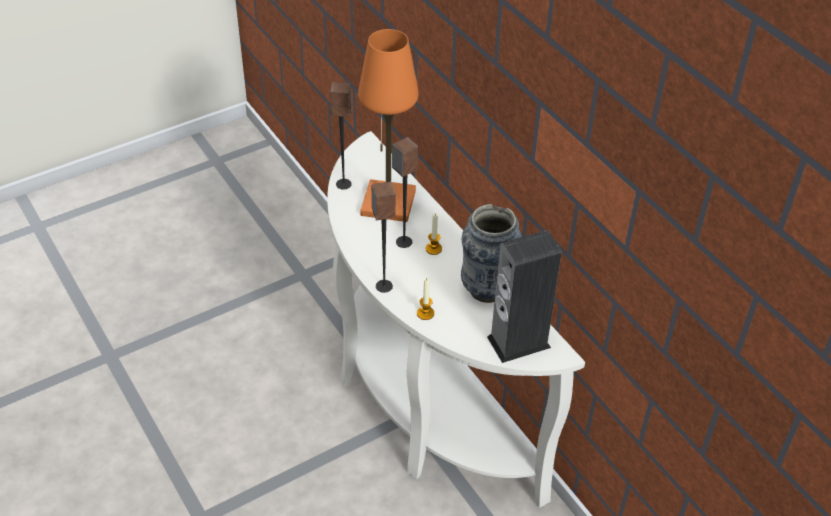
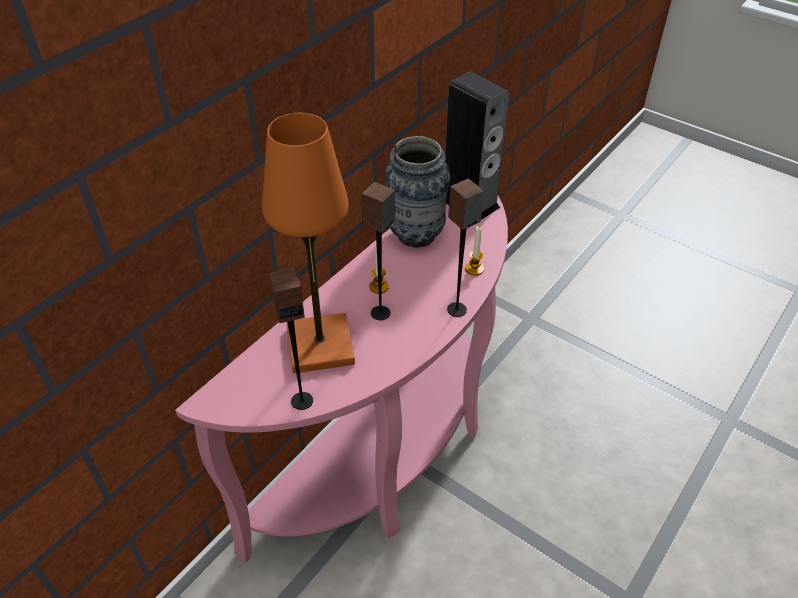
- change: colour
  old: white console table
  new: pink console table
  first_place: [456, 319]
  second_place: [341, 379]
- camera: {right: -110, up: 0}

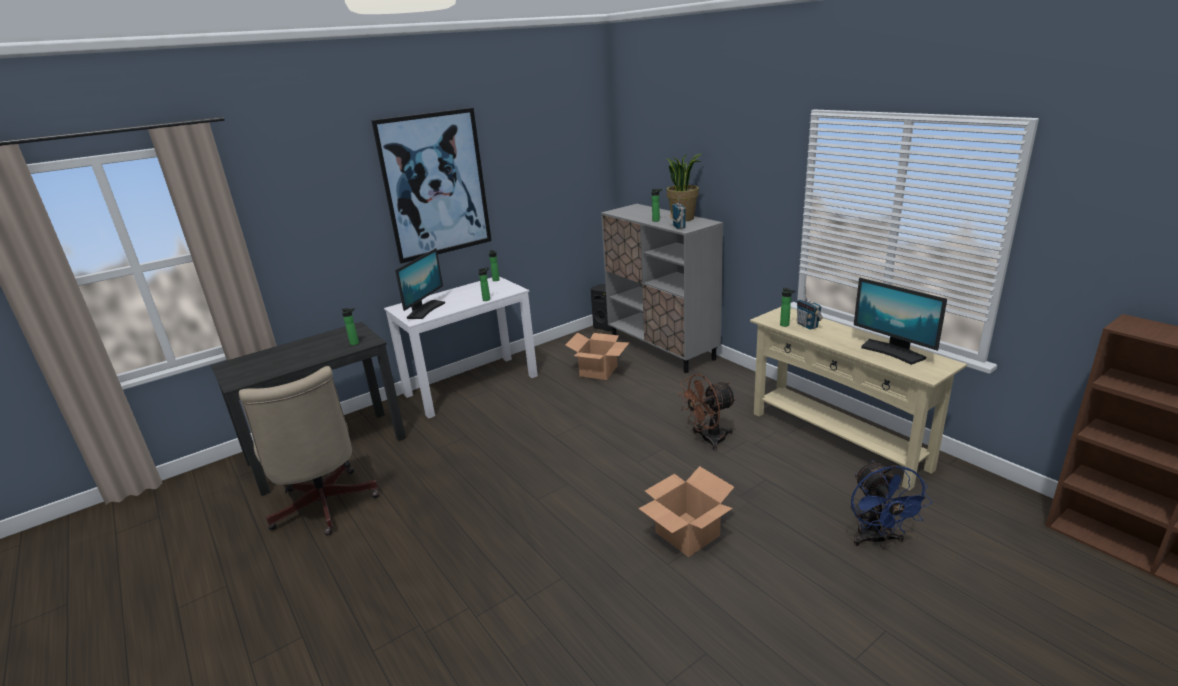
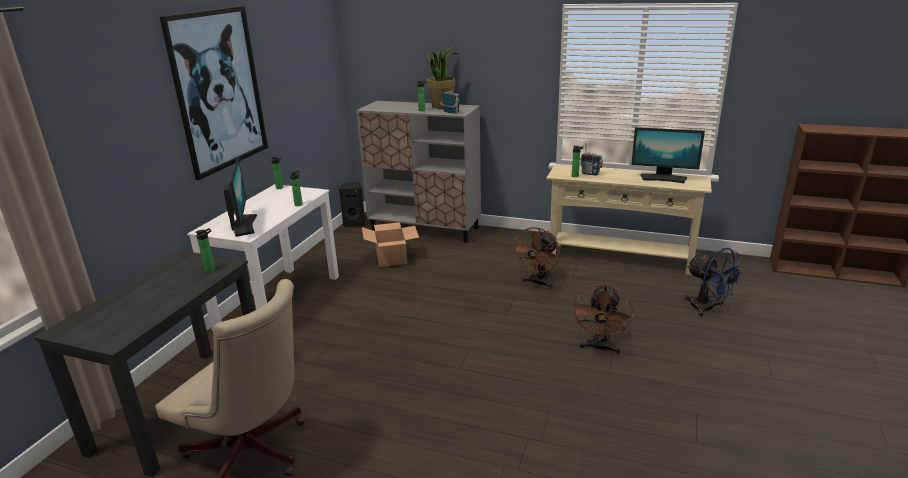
- change: exchanged
  old: cardboard box
  new: brown fan
  first_place: [686, 511]
  second_place: [602, 319]
- camera: {right: -35, up: 0}

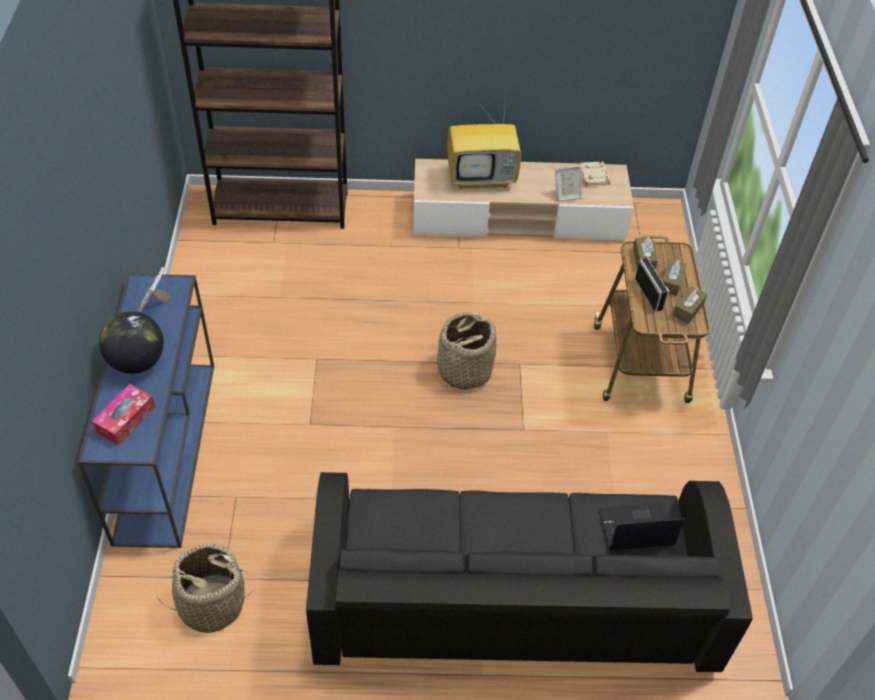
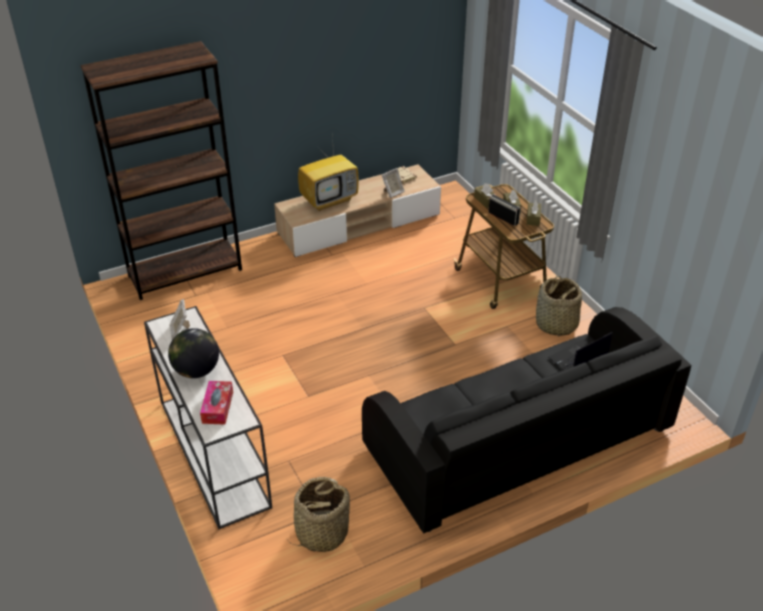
- change: colour
  old: blue console table
  new: white console table
  first_place: [146, 411]
  second_place: [208, 417]
- change: relocated
  old: basket
  first_place: [467, 351]
  second_place: [559, 306]
- camera: {right: -25, up: -10}

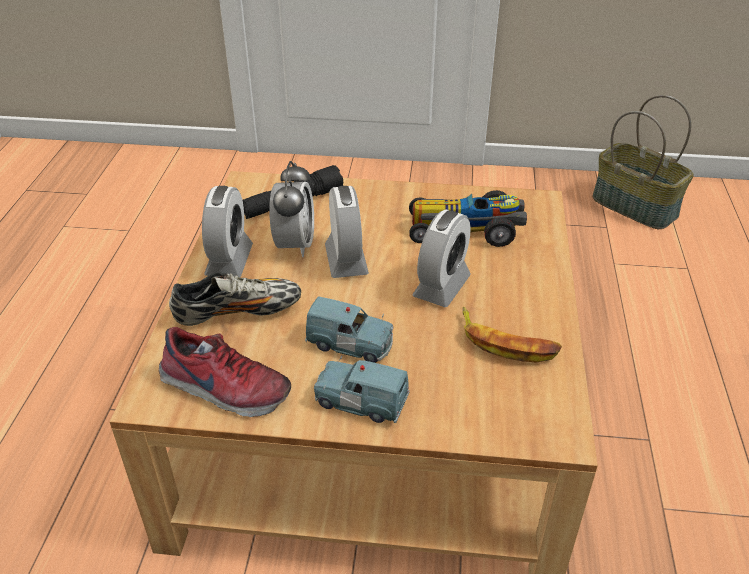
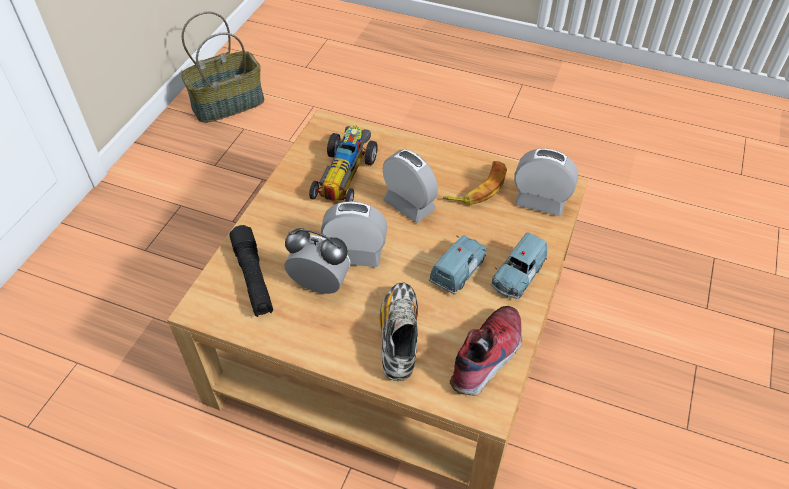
- change: relocated
  old: alarm clock
  first_place: [227, 231]
  second_place: [546, 182]
- camera: {right: -75, up: 10}

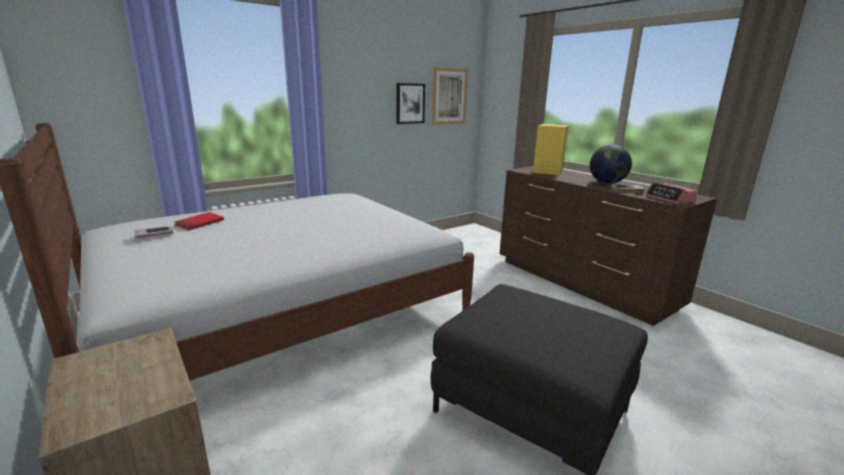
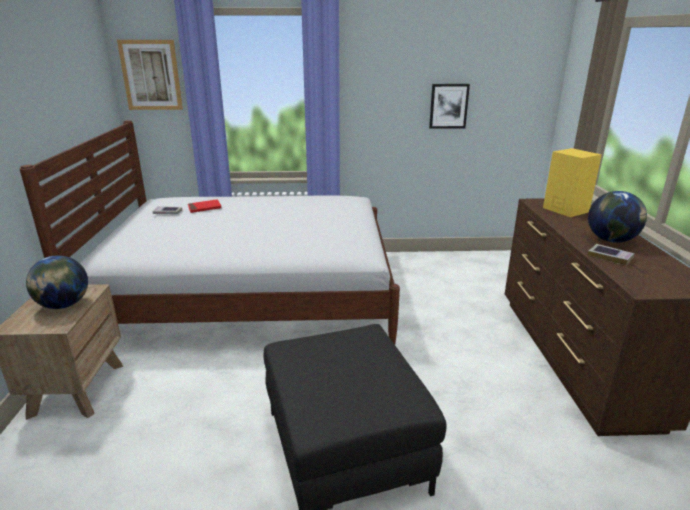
- change: relocated
  old: picture
  first_place: [450, 96]
  second_place: [150, 75]
- change: missing
  old: alarm clock
  first_place: [671, 193]
- change: appeared
  new: globe
  second_place: [57, 282]
- camera: {right: 35, up: 5}

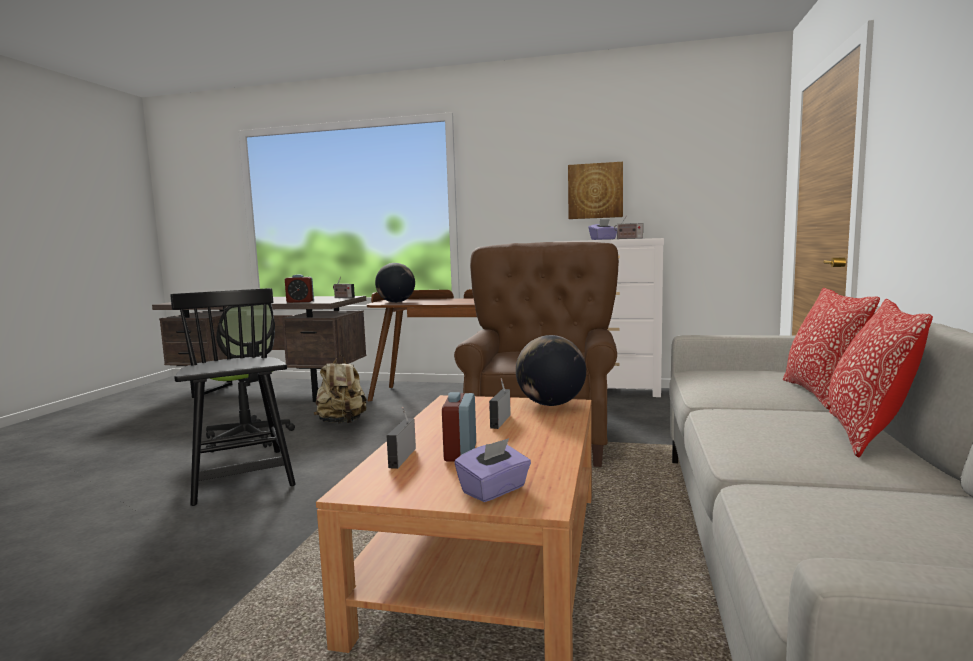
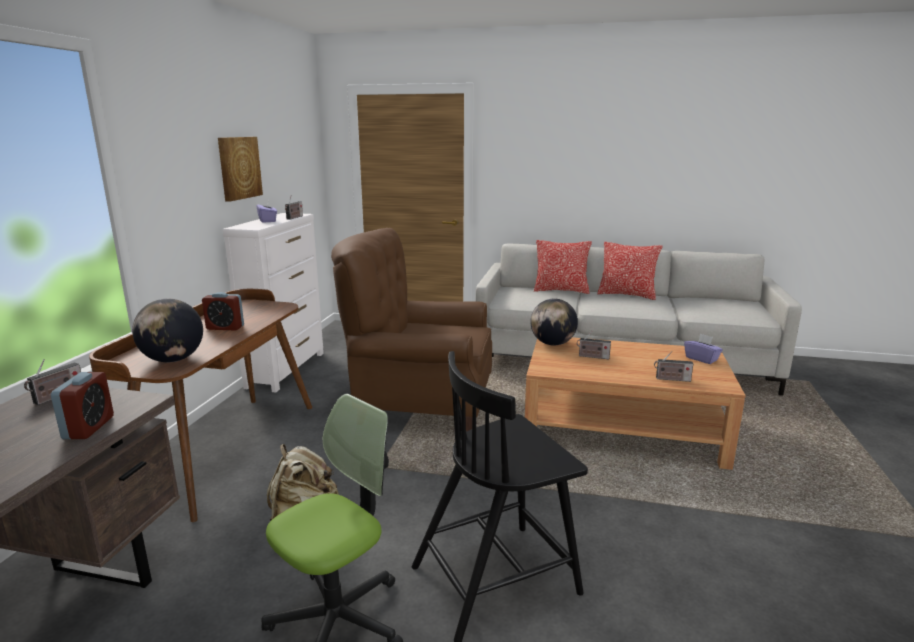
- change: relocated
  old: alarm clock
  first_place: [459, 427]
  second_place: [223, 311]
- camera: {right: -90, up: 10}

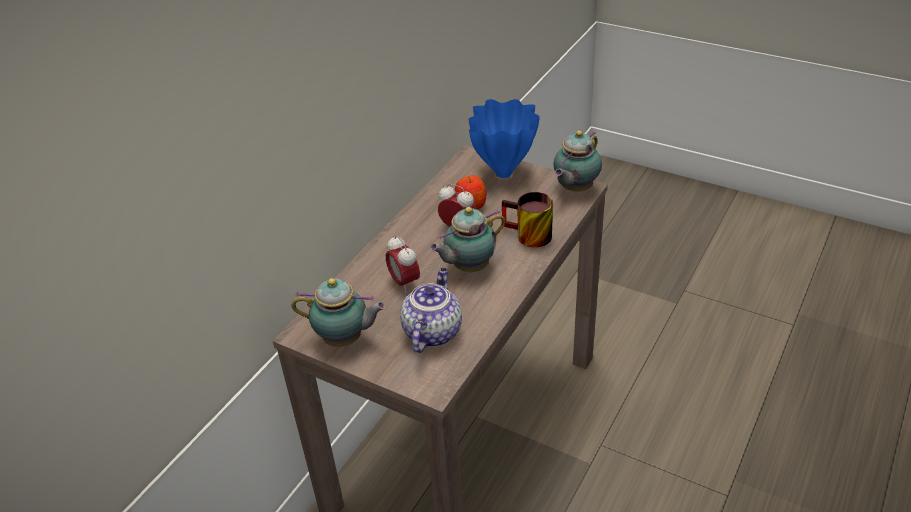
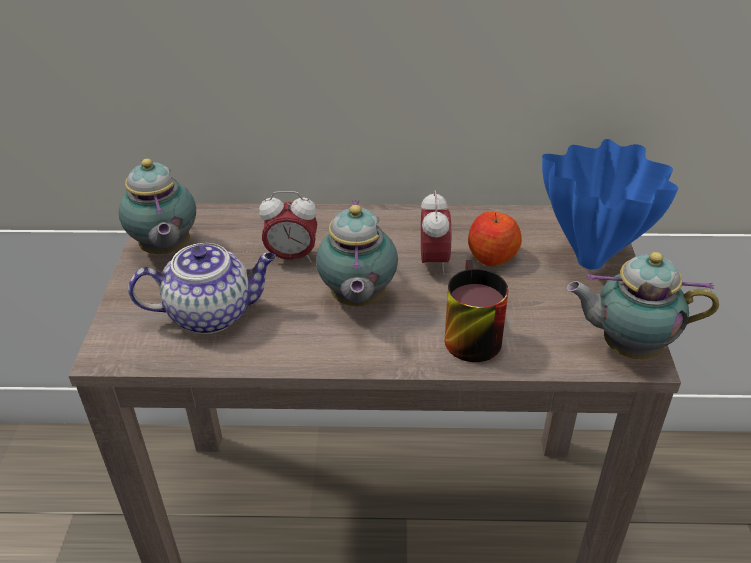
- change: spun
  old: teapot
  first_place: [467, 239]
  second_place: [357, 253]
  degrees: -120
- change: spun
  old: alarm clock
  first_place: [403, 264]
  second_place: [288, 227]
  degrees: -120
- camera: {right: 60, up: 0}

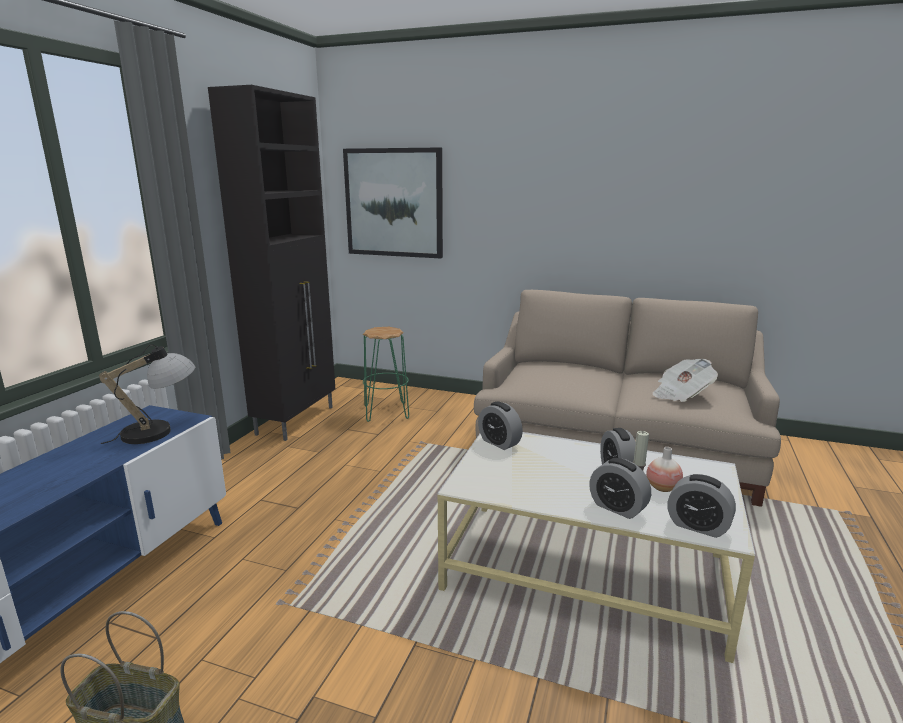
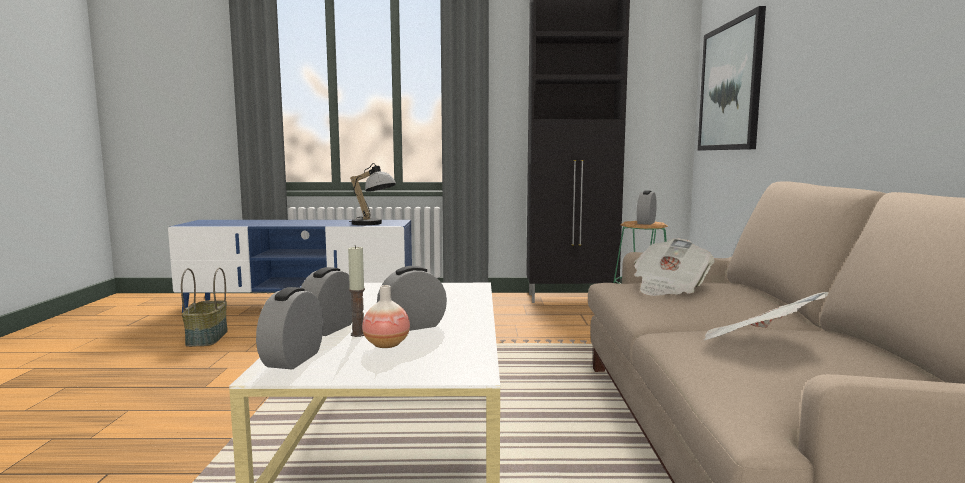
- change: relocated
  old: alarm clock
  first_place: [500, 426]
  second_place: [647, 207]
- change: appeared
  new: newspaper
  second_place: [674, 267]
- camera: {right: 70, up: -10}

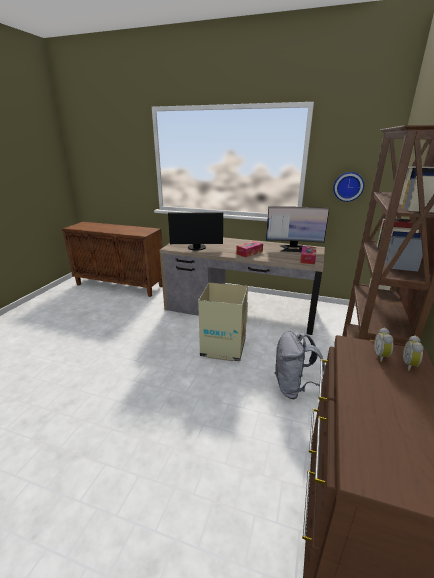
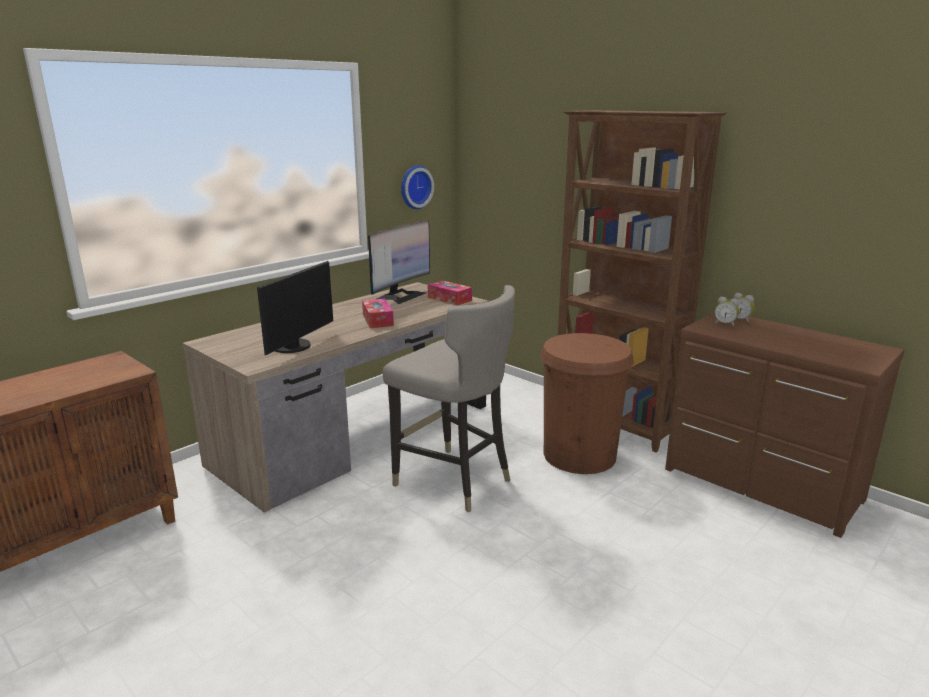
- change: exchanged
  old: cardboard box
  new: grey stool
  first_place: [223, 322]
  second_place: [449, 398]
- change: exchanged
  old: grey backpack
  new: brown trash can
  first_place: [300, 365]
  second_place: [587, 403]
- camera: {right: -65, up: -5}

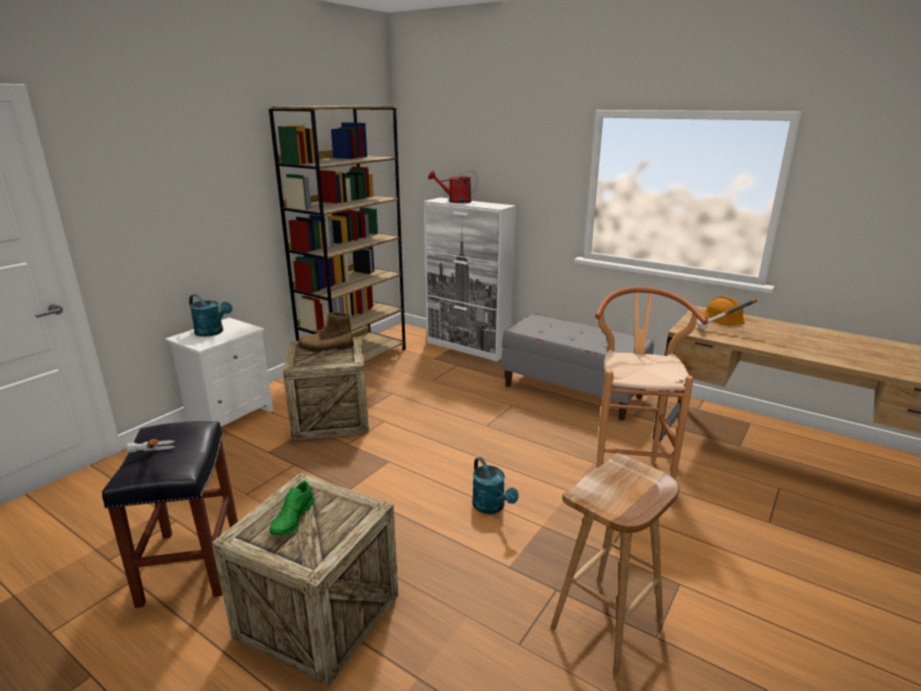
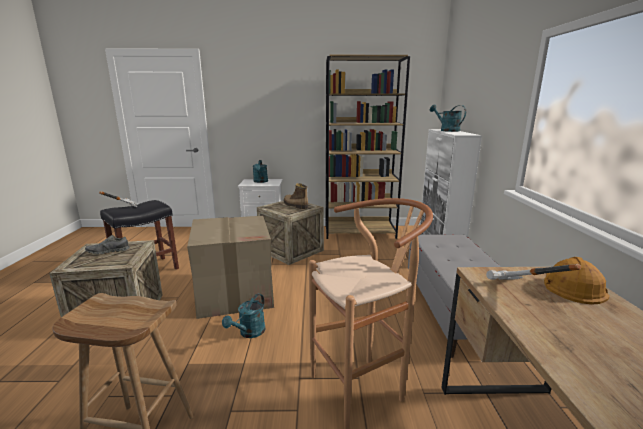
- change: colour
  old: red watering can
  new: turquoise watering can
  first_place: [452, 186]
  second_place: [448, 118]
- change: colour
  old: green shoe
  new: grey shoe
  first_place: [292, 508]
  second_place: [107, 244]
- change: appeared
  new: cardboard box
  second_place: [230, 267]
- camera: {right: 55, up: -5}

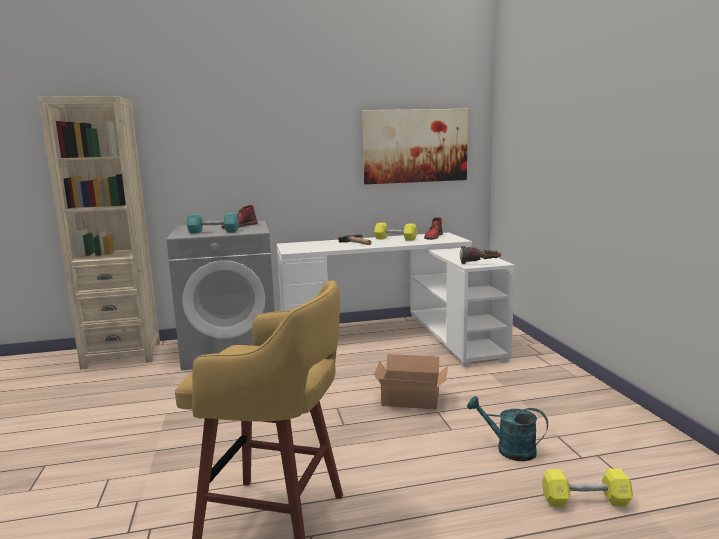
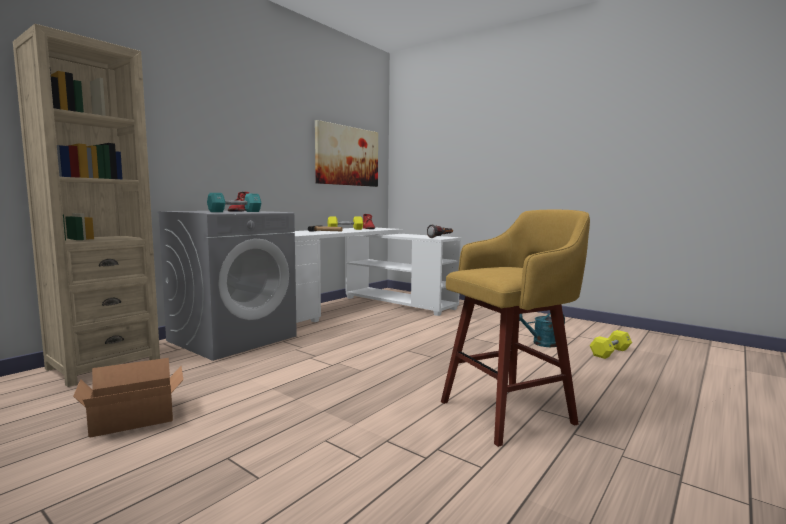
- change: relocated
  old: cardboard box
  first_place: [411, 382]
  second_place: [128, 398]
- camera: {right: -40, up: -5}

